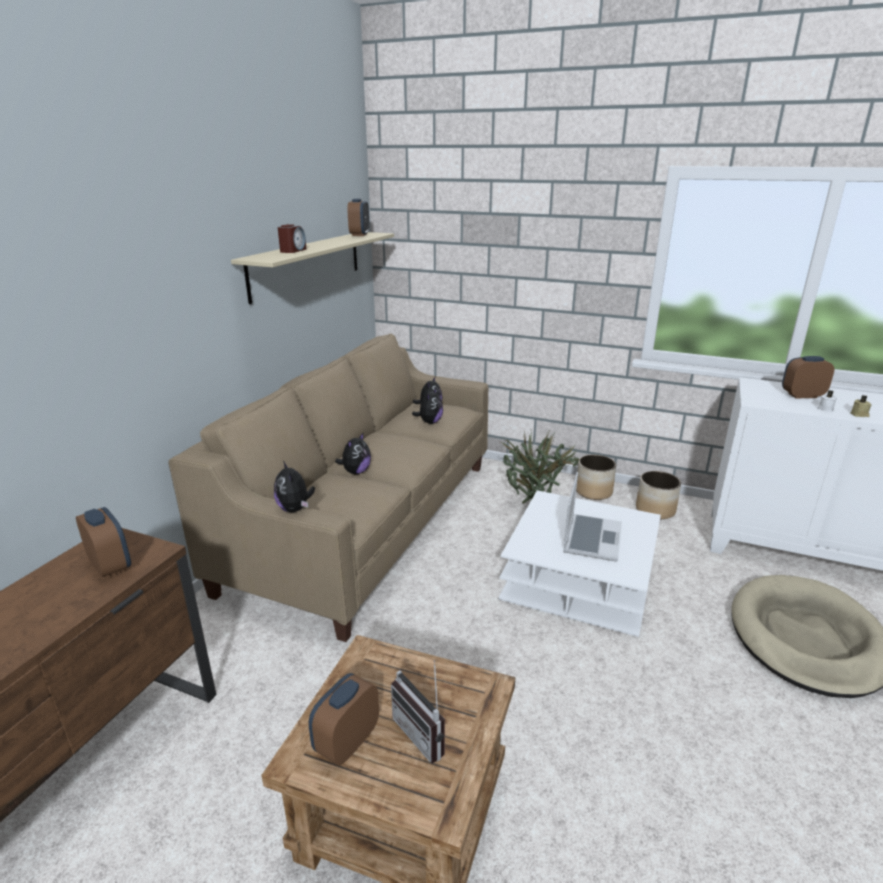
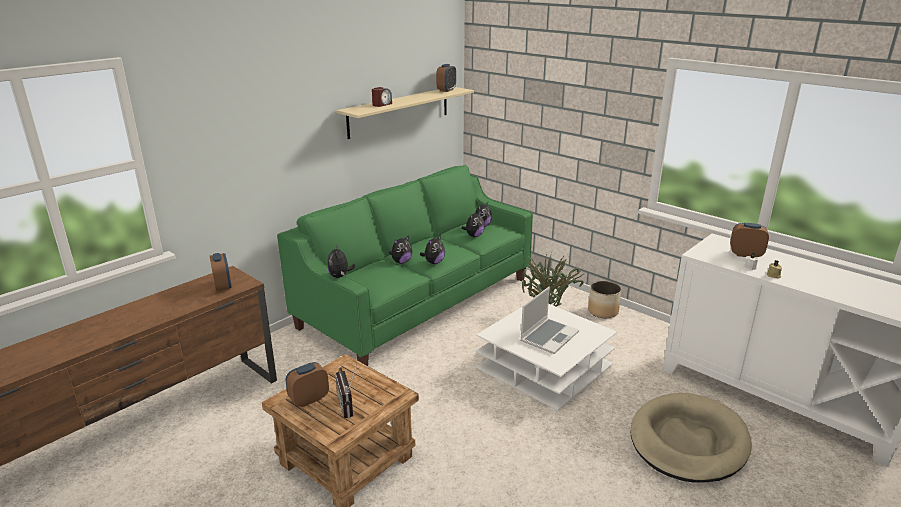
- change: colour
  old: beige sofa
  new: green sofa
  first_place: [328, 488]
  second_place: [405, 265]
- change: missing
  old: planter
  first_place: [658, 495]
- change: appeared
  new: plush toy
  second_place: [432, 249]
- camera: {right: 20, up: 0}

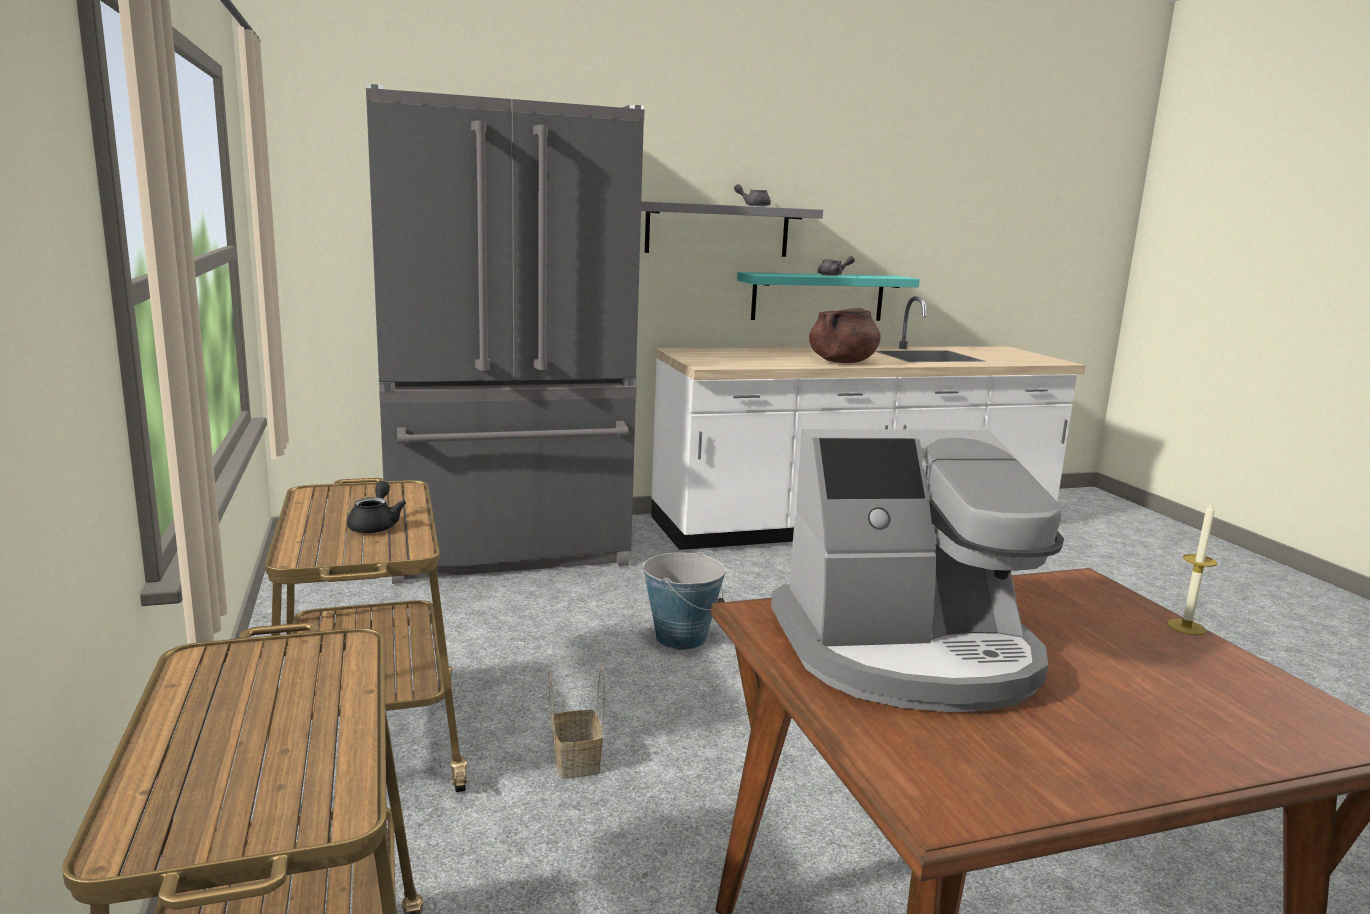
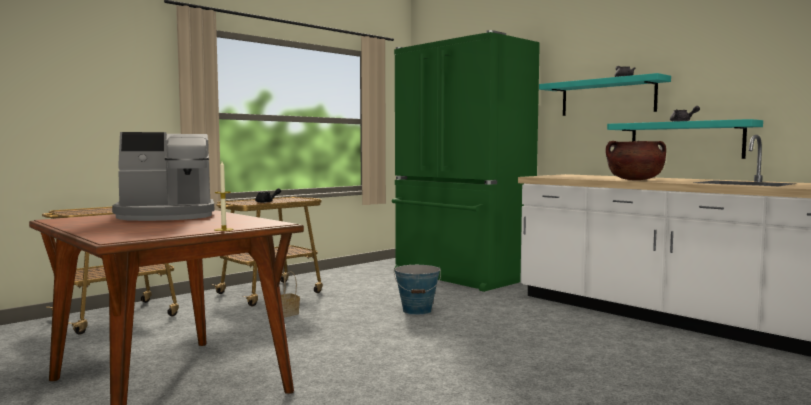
- change: colour
  old: grey fridge
  new: green fridge
  first_place: [505, 334]
  second_place: [466, 161]
- change: colour
  old: grey shelf
  new: turquoise shelf
  first_place: [732, 229]
  second_place: [605, 94]
- change: spun
  old: coffee machine
  first_place: [917, 570]
  second_place: [163, 176]
  degrees: -75
- camera: {right: 65, up: -10}

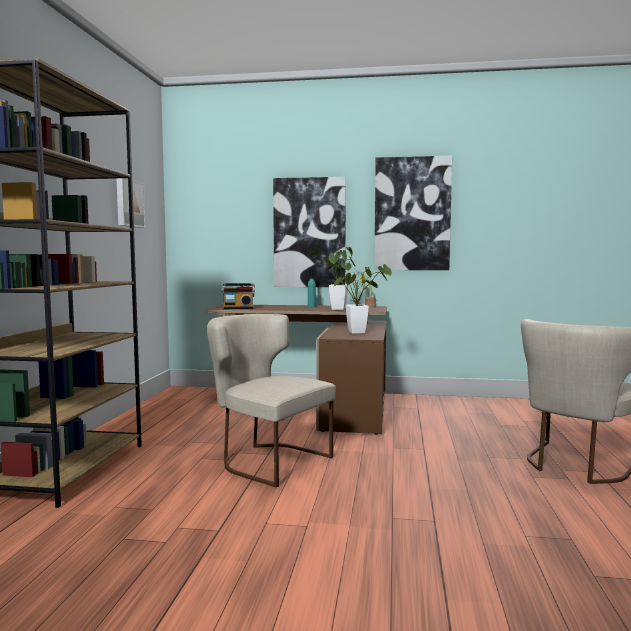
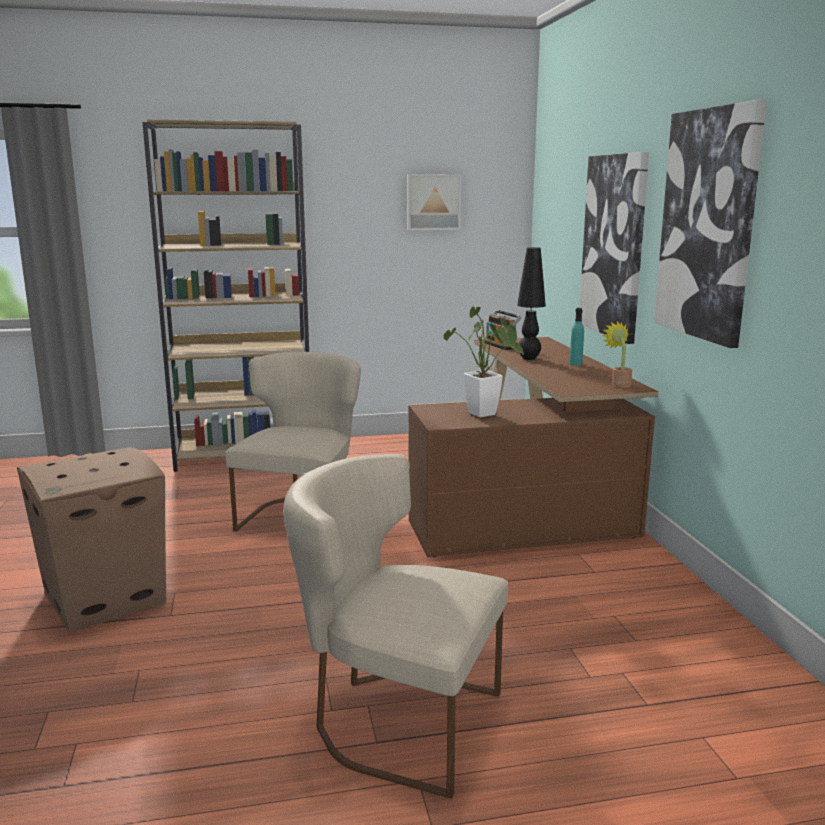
- change: missing
  old: potted plant
  first_place: [331, 278]
- change: appeared
  new: black table lamp
  second_place: [531, 303]
- change: appeared
  new: cardboard box
  second_place: [91, 539]
- camera: {right: 70, up: 10}

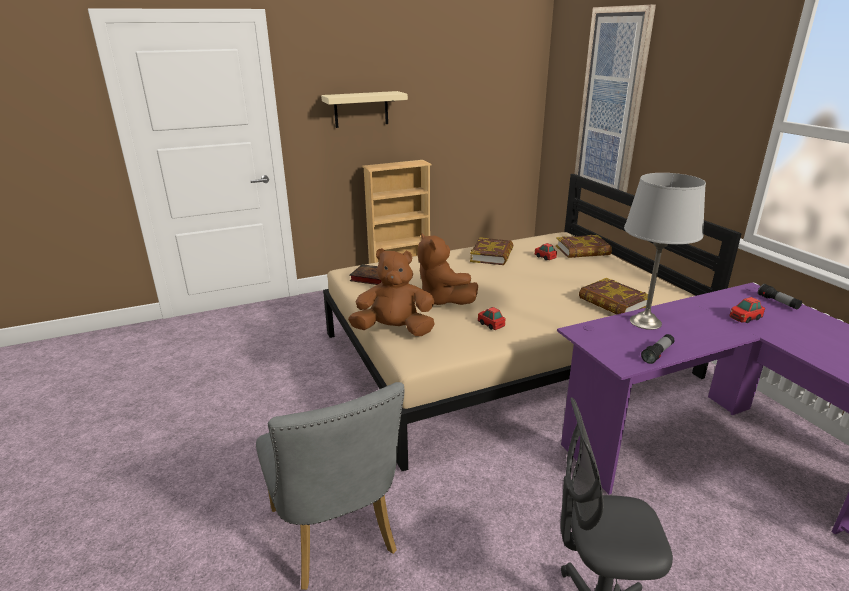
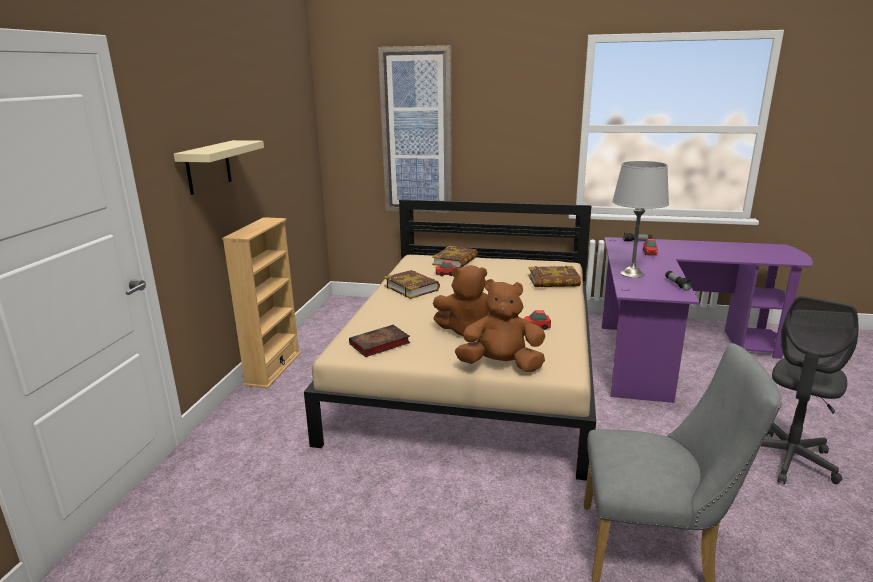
- change: spun
  old: brown plush toy
  first_place: [391, 292]
  second_place: [500, 325]
  degrees: 60
- camera: {right: -55, up: -5}

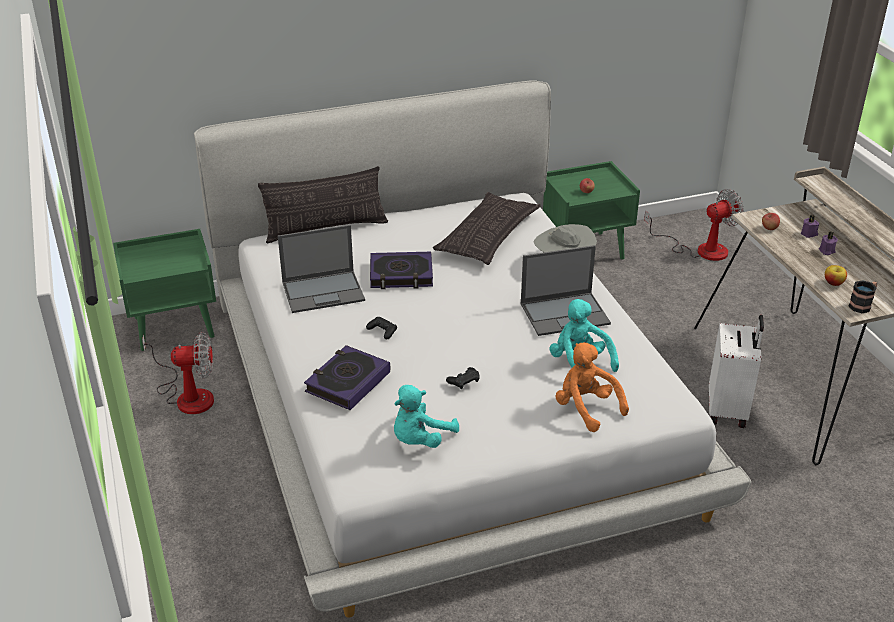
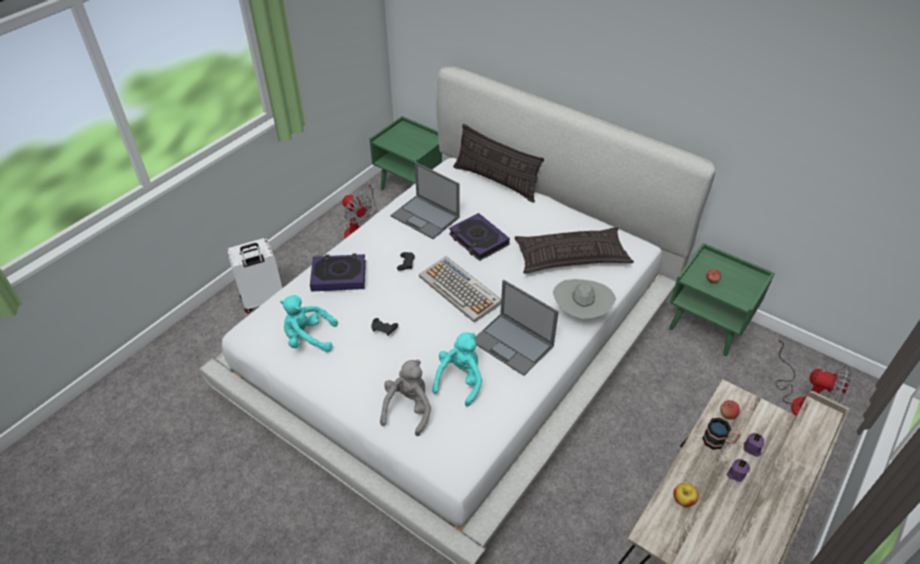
- change: relocated
  old: mug
  first_place: [863, 296]
  second_place: [721, 434]
- change: relocated
  old: white suitcase
  first_place: [736, 371]
  second_place: [254, 275]
- change: colour
  old: orange plush toy
  new: grey plush toy
  first_place: [592, 387]
  second_place: [405, 397]
- change: appeared
  new: keyboard
  second_place: [460, 289]
- camera: {right: 55, up: 10}

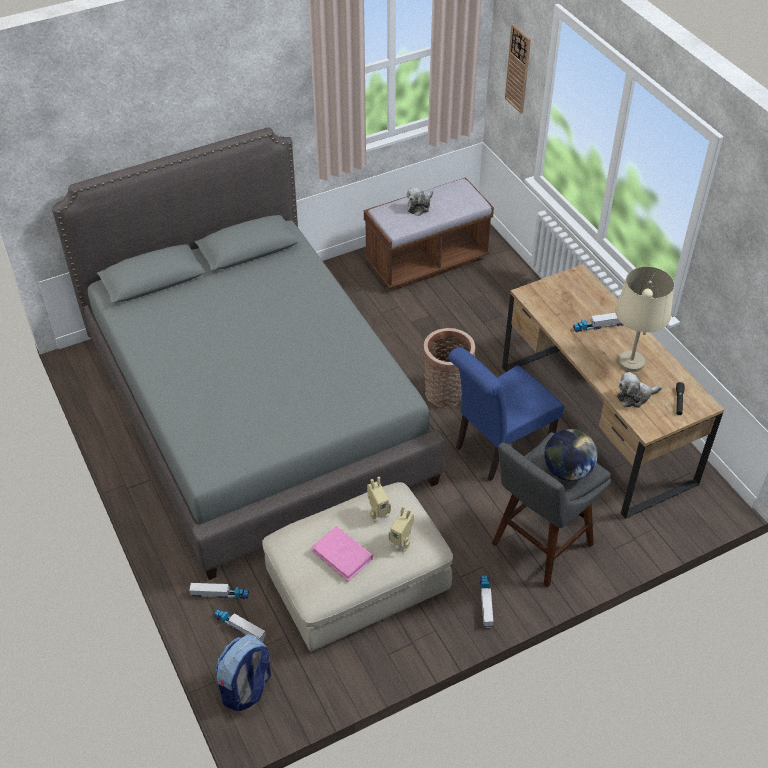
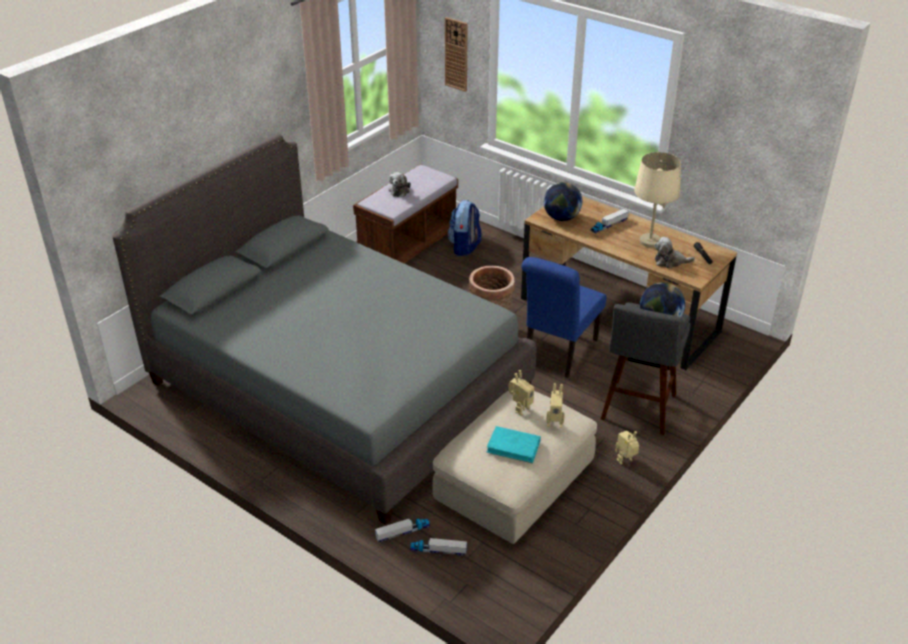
- change: spun
  old: plush toy
  first_place: [639, 390]
  second_place: [674, 253]
  degrees: 45
- change: colour
  old: pink book
  new: turquoise book
  first_place: [342, 553]
  second_place: [514, 444]
- change: exchanged
  old: toy truck
  new: toy robot
  first_place: [486, 601]
  second_place: [627, 447]
- change: relocated
  old: backpack
  first_place: [243, 672]
  second_place: [464, 228]
- change: appeared
  new: globe
  second_place: [563, 201]
- camera: {right: -25, up: -10}

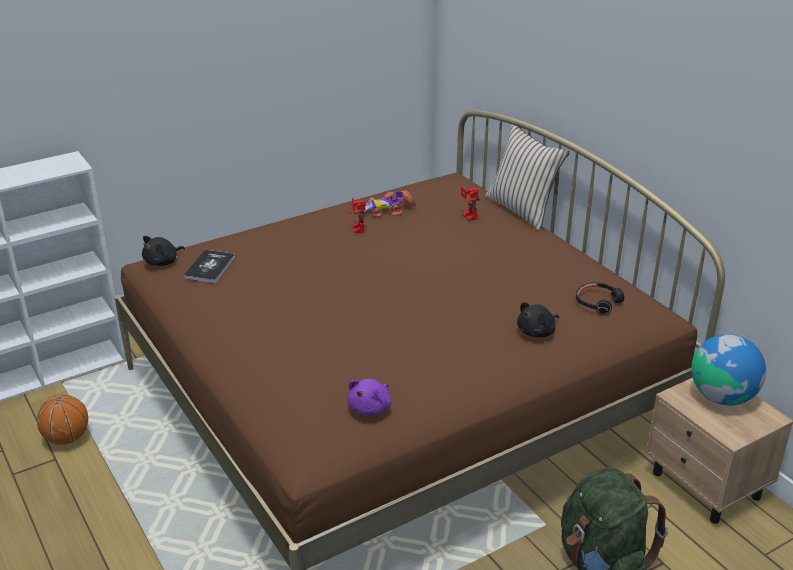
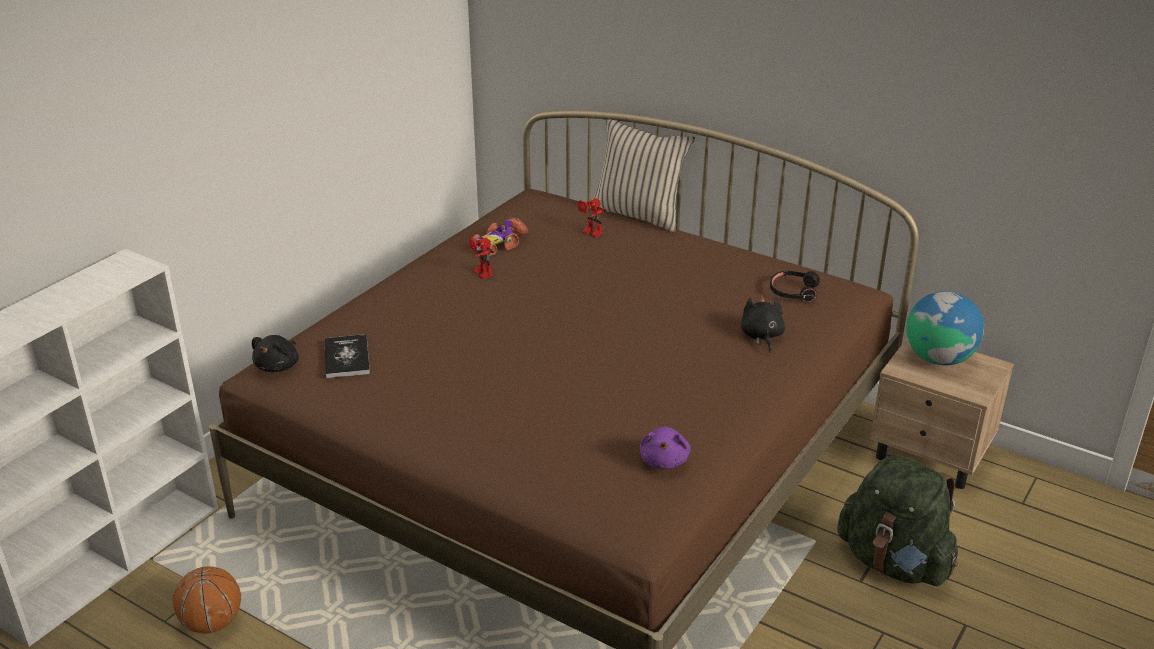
- change: spun
  old: black plush toy
  first_place: [538, 319]
  second_place: [763, 323]
  degrees: 150
- camera: {right: -25, up: 0}

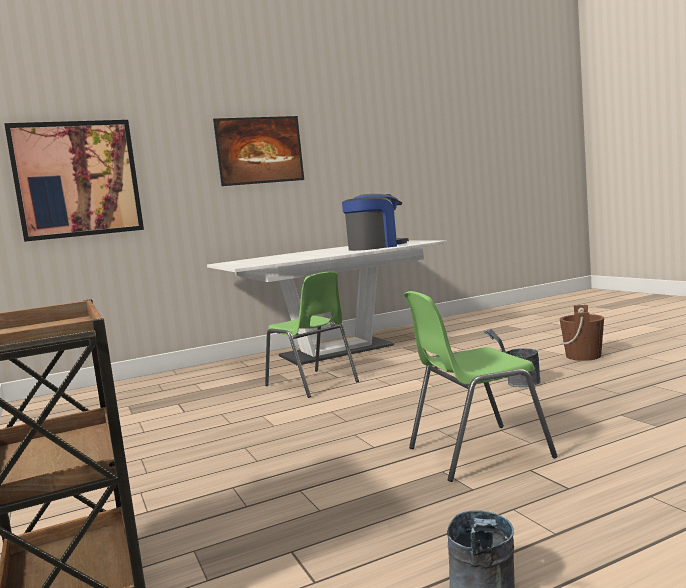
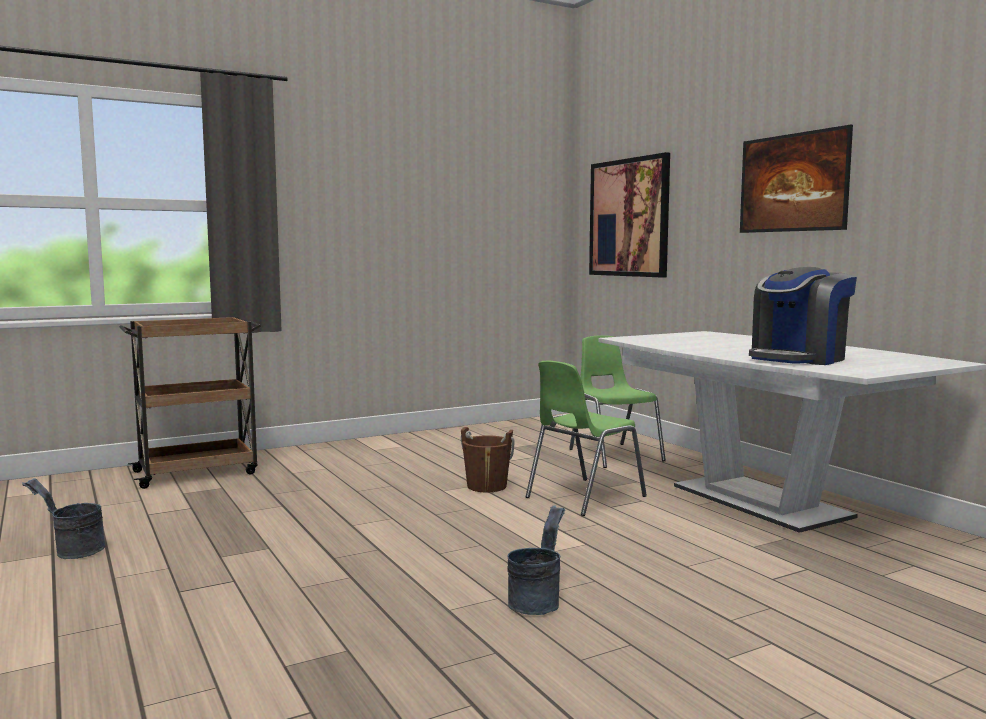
- change: spun
  old: coffee machine
  first_place: [375, 222]
  second_place: [803, 316]
  degrees: 75
- change: relocated
  old: green chair
  first_place: [481, 386]
  second_place: [617, 401]
- change: relocated
  old: brown bucket
  first_place: [582, 333]
  second_place: [488, 459]
- camera: {right: 85, up: 0}

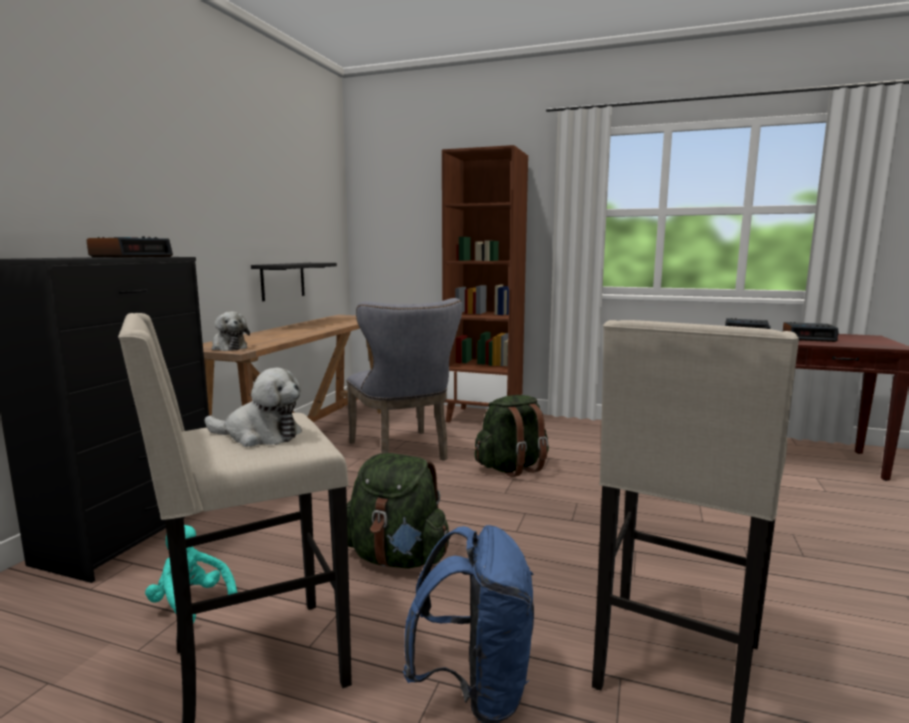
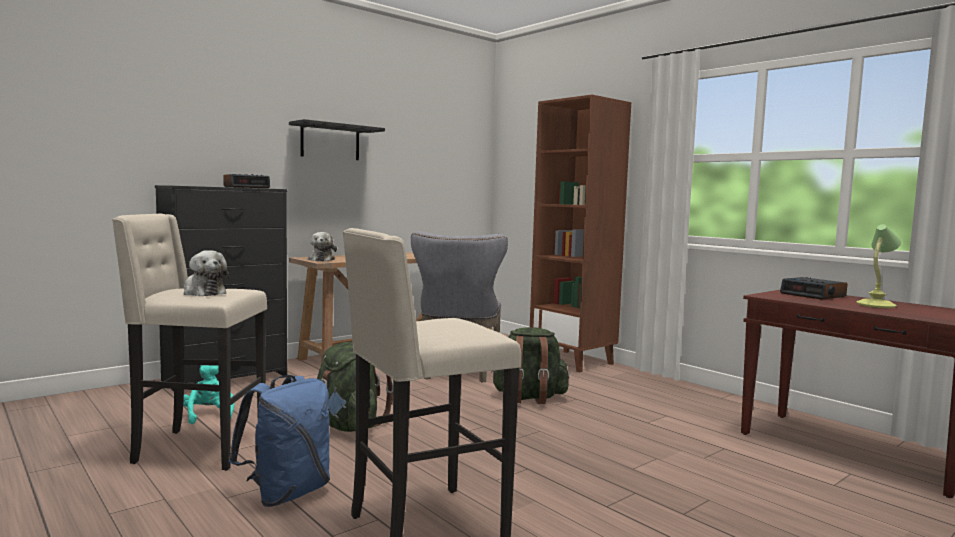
- change: relocated
  old: black shelf
  first_place: [294, 282]
  second_place: [337, 139]
- change: exchanged
  old: alarm clock
  new: table lamp
  first_place: [811, 332]
  second_place: [879, 266]
- camera: {right: 30, up: -5}

